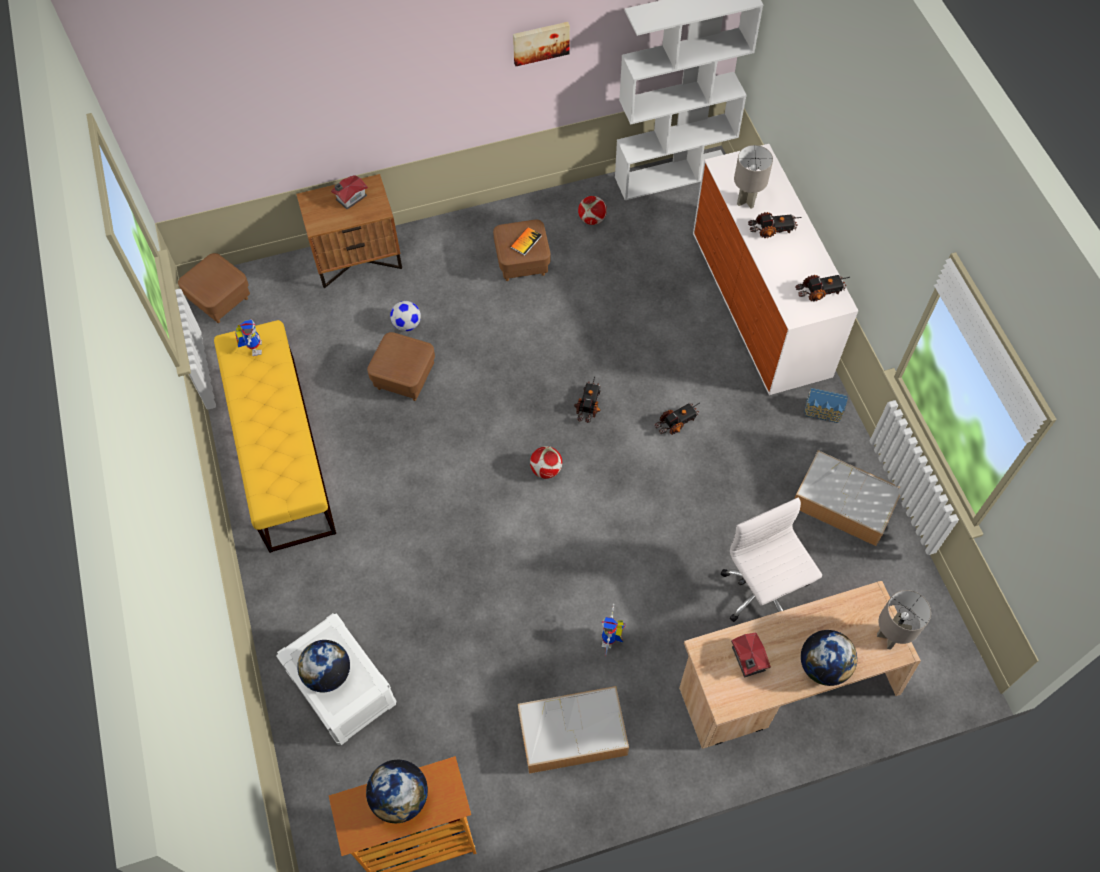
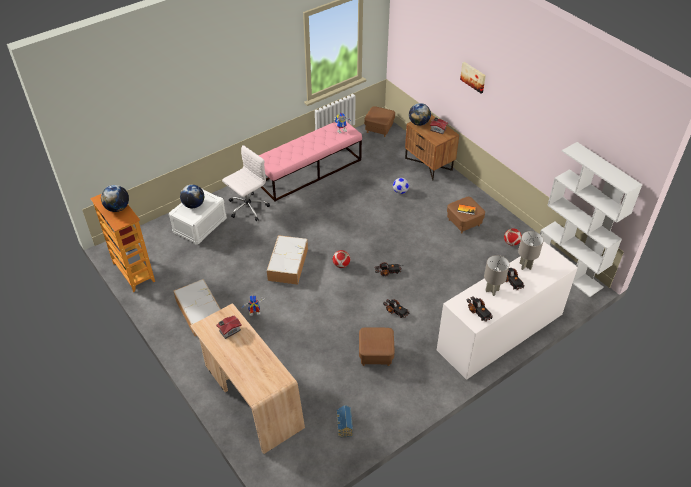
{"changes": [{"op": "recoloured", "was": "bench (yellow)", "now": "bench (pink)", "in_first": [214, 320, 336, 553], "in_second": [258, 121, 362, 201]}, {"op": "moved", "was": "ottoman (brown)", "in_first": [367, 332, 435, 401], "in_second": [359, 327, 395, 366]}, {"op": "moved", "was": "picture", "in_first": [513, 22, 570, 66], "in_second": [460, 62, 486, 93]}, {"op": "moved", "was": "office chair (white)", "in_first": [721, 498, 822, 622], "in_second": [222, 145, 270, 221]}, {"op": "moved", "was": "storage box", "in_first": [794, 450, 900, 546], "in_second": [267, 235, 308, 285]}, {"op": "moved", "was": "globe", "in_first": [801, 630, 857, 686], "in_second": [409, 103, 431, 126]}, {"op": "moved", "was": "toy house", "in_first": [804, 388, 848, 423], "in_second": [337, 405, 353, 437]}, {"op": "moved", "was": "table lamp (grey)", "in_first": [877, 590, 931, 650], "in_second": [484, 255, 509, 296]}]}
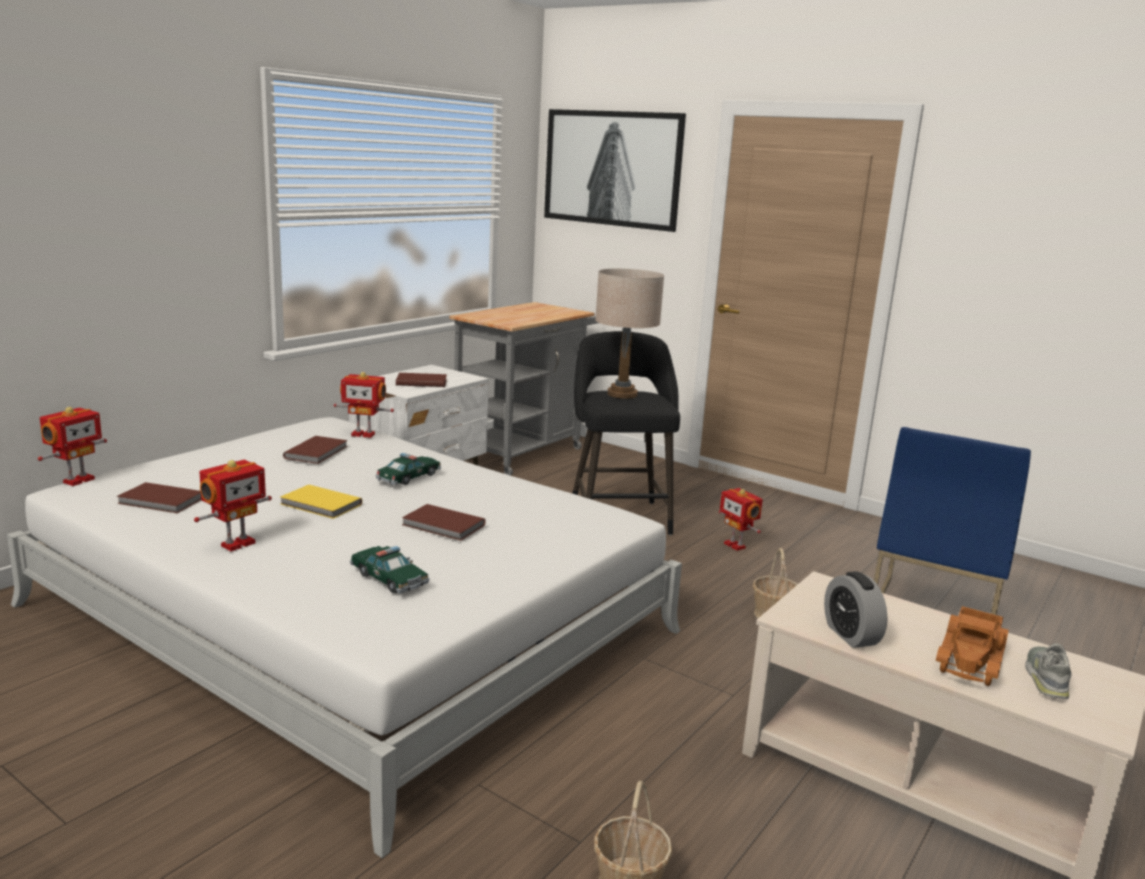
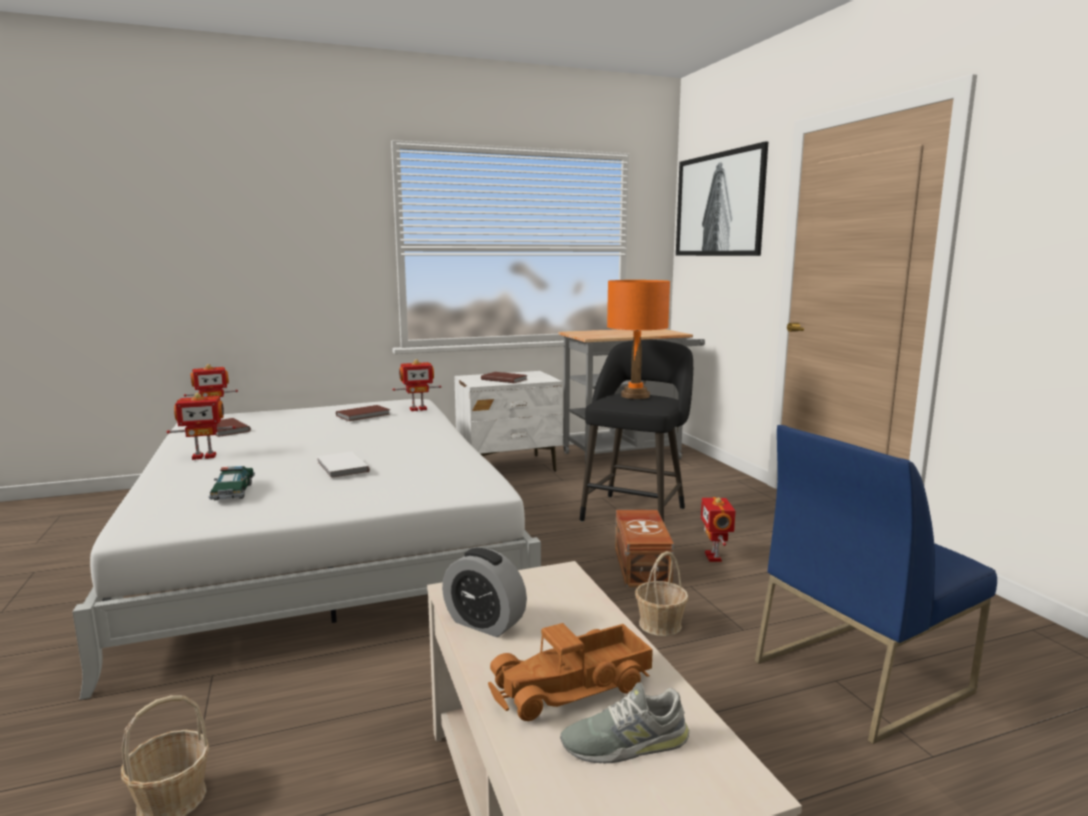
{"changes": [{"op": "removed", "was": "book (yellow)", "in_first": [280, 485, 362, 519]}, {"op": "turned", "was": "toy robot", "in_first": [334, 372, 394, 438], "in_second": [392, 359, 441, 411], "clockwise": -60}, {"op": "removed", "was": "toy car", "in_first": [376, 453, 441, 485]}, {"op": "recoloured", "was": "book (brown)", "now": "book (white)", "in_first": [402, 504, 486, 541], "in_second": [317, 451, 370, 479]}, {"op": "recoloured", "was": "table lamp (beige)", "now": "table lamp (orange)", "in_first": [595, 269, 664, 399], "in_second": [607, 280, 670, 399]}, {"op": "turned", "was": "alarm clock", "in_first": [824, 571, 888, 648], "in_second": [442, 548, 527, 637], "clockwise": -75}, {"op": "turned", "was": "shoe (grey)", "in_first": [1025, 643, 1072, 699], "in_second": [560, 682, 689, 763], "clockwise": -150}, {"op": "added", "now": "storage box (brown)", "in_second": [615, 510, 674, 587]}]}
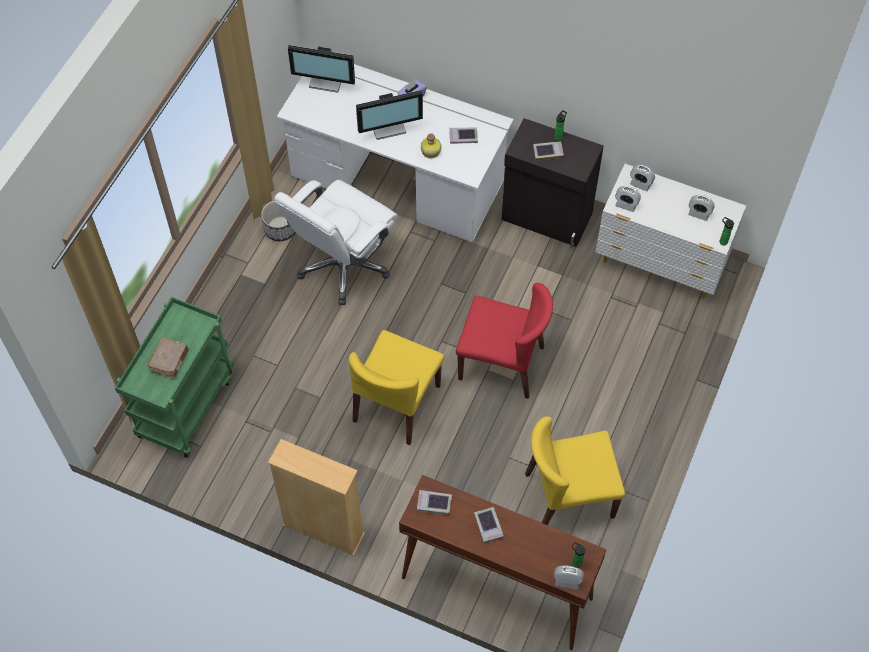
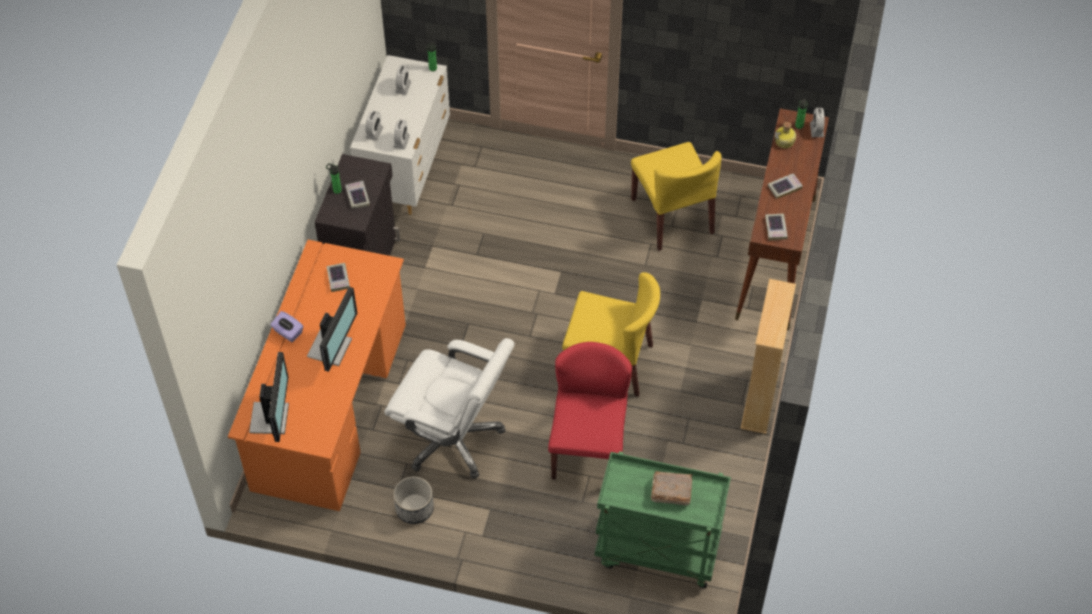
{"changes": [{"op": "recoloured", "was": "desk (white)", "now": "desk (orange)", "in_first": [277, 64, 514, 242], "in_second": [228, 240, 406, 511]}, {"op": "turned", "was": "monitor", "in_first": [356, 90, 423, 140], "in_second": [307, 287, 358, 372], "clockwise": 45}, {"op": "moved", "was": "bottle", "in_first": [421, 133, 441, 158], "in_second": [774, 122, 796, 148]}, {"op": "moved", "was": "chair (red)", "in_first": [456, 283, 553, 399], "in_second": [548, 342, 632, 480]}]}
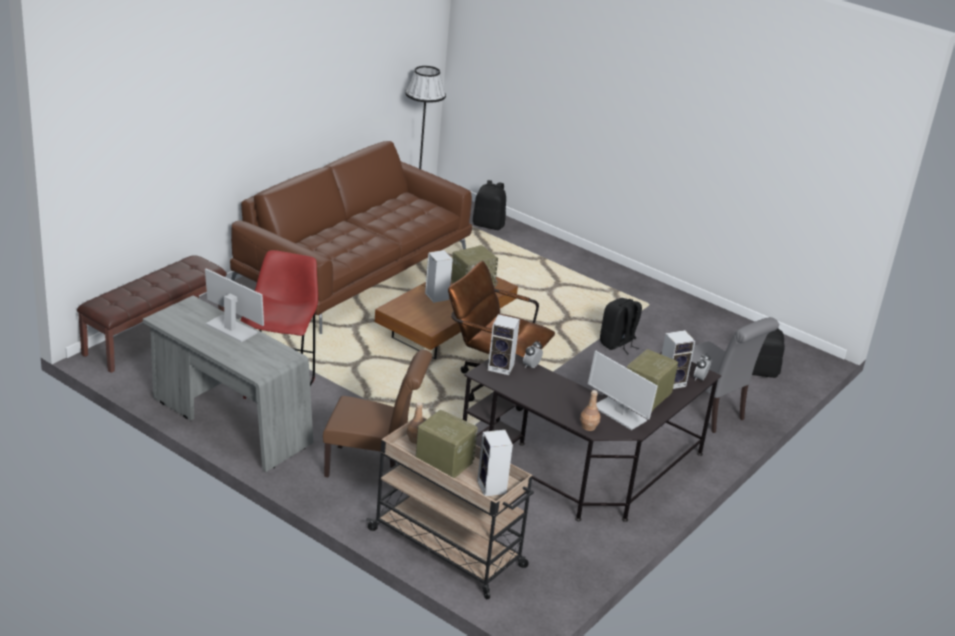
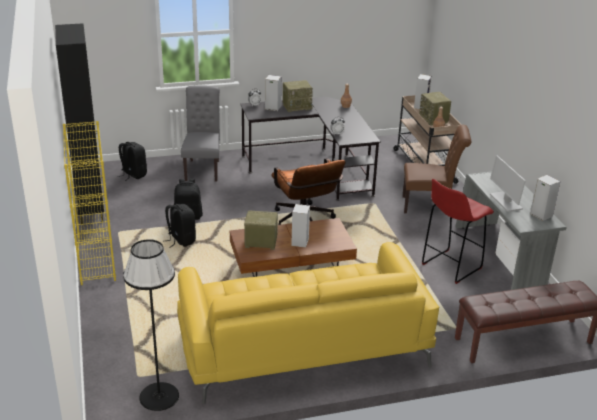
{"changes": [{"op": "recoloured", "was": "sofa (brown)", "now": "sofa (yellow)", "in_first": [230, 141, 472, 334], "in_second": [177, 242, 439, 405]}, {"op": "turned", "was": "chair (brown)", "in_first": [323, 350, 432, 488], "in_second": [403, 125, 471, 213], "clockwise": 135}, {"op": "moved", "was": "backpack (black)", "in_first": [473, 180, 506, 230], "in_second": [163, 204, 196, 248]}, {"op": "moved", "was": "speaker", "in_first": [488, 314, 520, 375], "in_second": [530, 175, 560, 221]}, {"op": "removed", "was": "monitor", "in_first": [588, 351, 658, 430]}, {"op": "added", "now": "cabinet (black)", "in_second": [55, 23, 104, 224]}, {"op": "added", "now": "bookcase (yellow)", "in_second": [63, 121, 116, 285]}]}
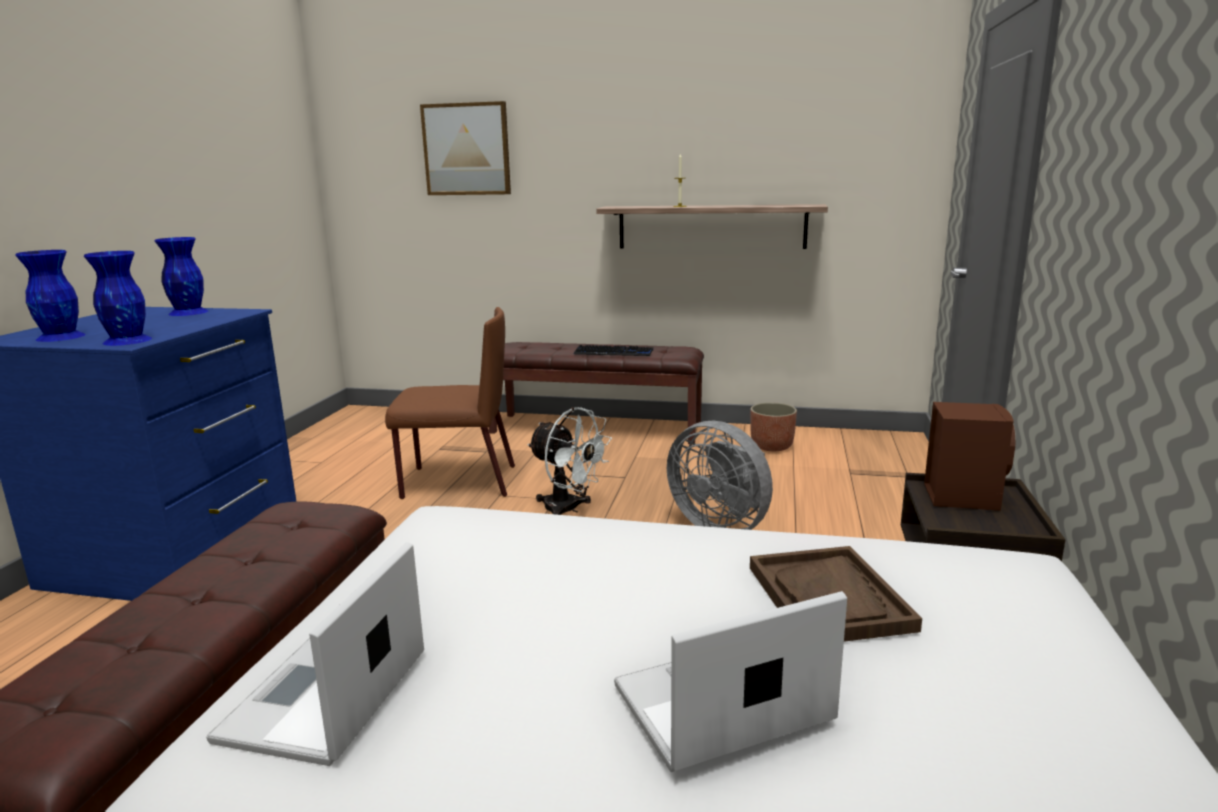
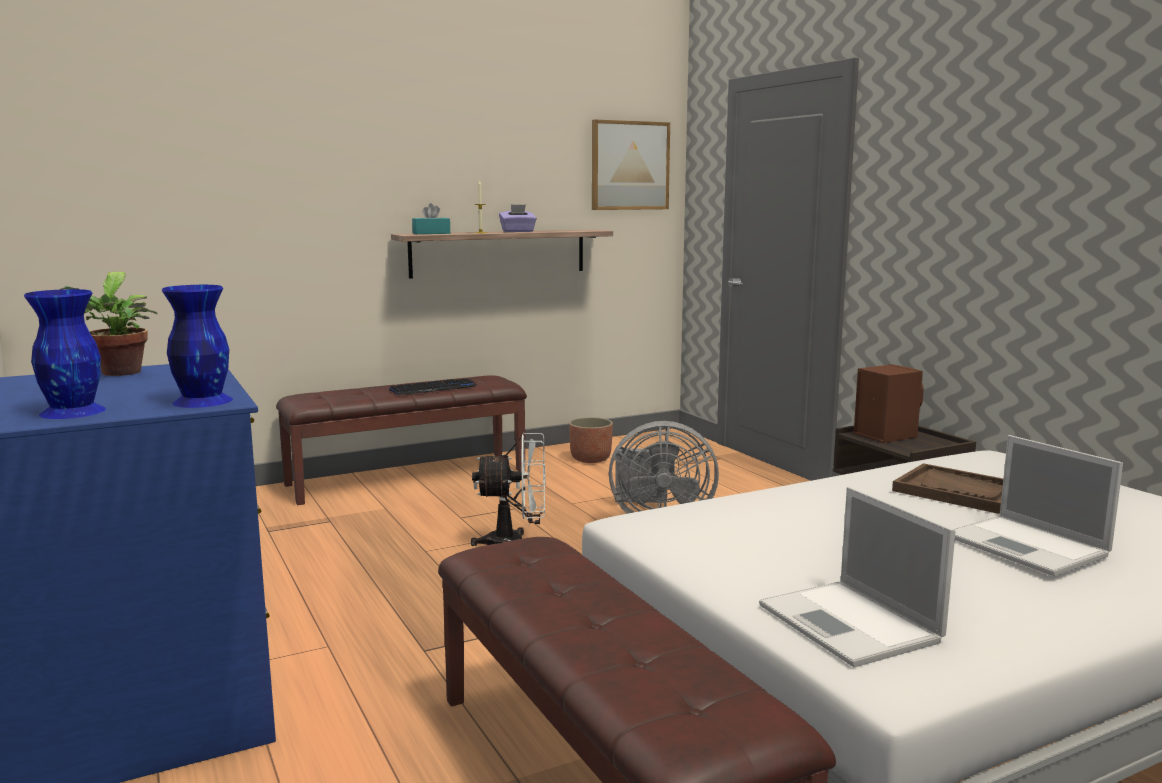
{"changes": [{"op": "replaced", "was": "vase (blue)", "now": "potted plant", "in_first": [155, 237, 208, 316], "in_second": [59, 272, 158, 376]}, {"op": "removed", "was": "chair (brown)", "in_first": [385, 307, 515, 499]}, {"op": "moved", "was": "picture", "in_first": [420, 101, 511, 195], "in_second": [592, 119, 670, 210]}, {"op": "turned", "was": "laptop", "in_first": [614, 591, 847, 772], "in_second": [954, 435, 1123, 576], "clockwise": -60}, {"op": "added", "now": "tissue box (turquoise)", "in_second": [412, 203, 450, 234]}, {"op": "added", "now": "tissue box (purple)", "in_second": [499, 204, 537, 232]}]}
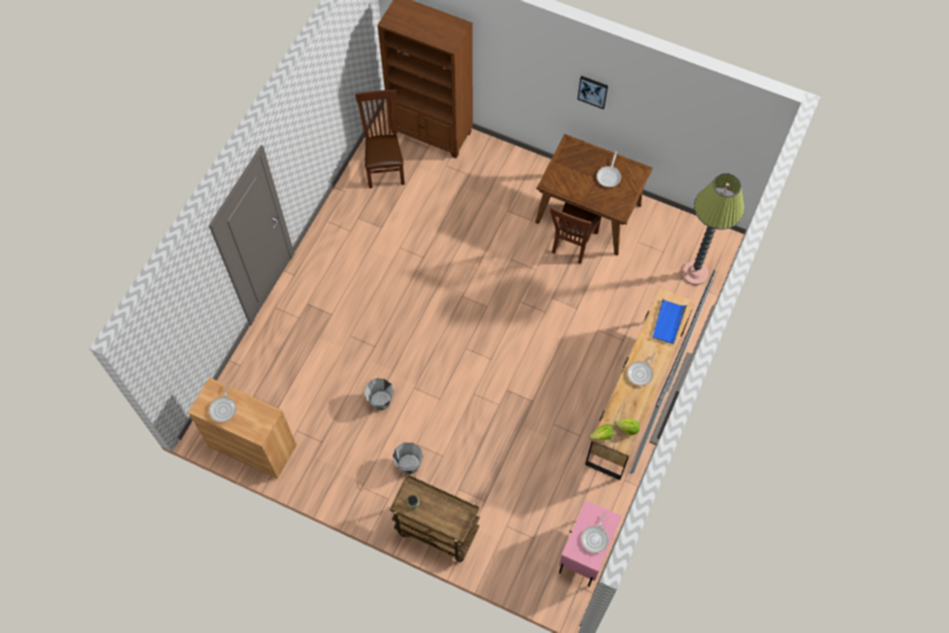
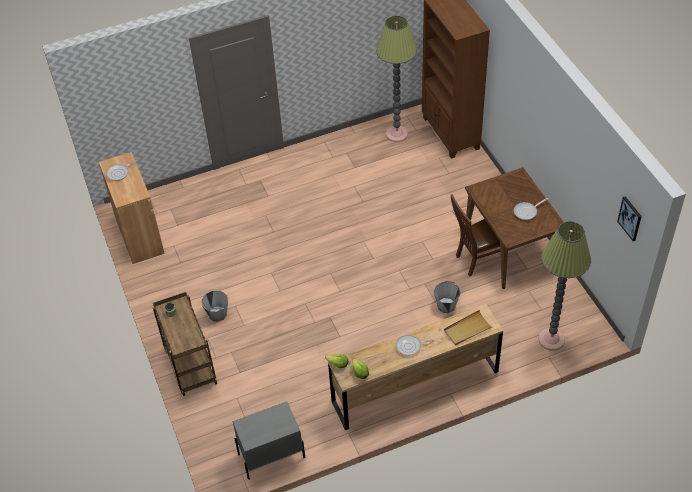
{"changes": [{"op": "replaced", "was": "chair (brown)", "now": "floor lamp", "in_first": [355, 90, 405, 188], "in_second": [376, 16, 417, 142]}, {"op": "moved", "was": "bucket (grey)", "in_first": [364, 378, 394, 410], "in_second": [433, 281, 461, 313]}, {"op": "recoloured", "was": "nightstand (pink)", "now": "nightstand (grey)", "in_first": [559, 500, 622, 587], "in_second": [233, 401, 305, 480]}, {"op": "moved", "was": "picture", "in_first": [577, 76, 608, 109], "in_second": [617, 196, 642, 241]}, {"op": "removed", "was": "frying pan", "in_first": [581, 513, 609, 553]}, {"op": "recoloured", "was": "tray (blue)", "now": "tray (beige)", "in_first": [652, 299, 687, 344], "in_second": [444, 310, 492, 345]}]}
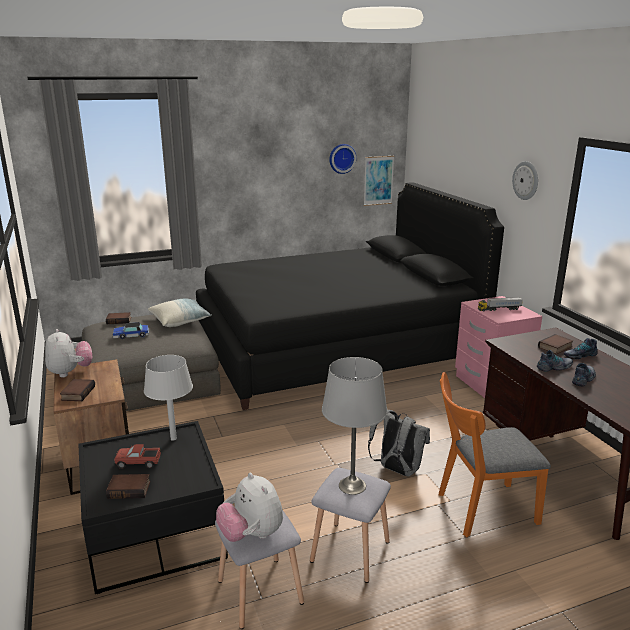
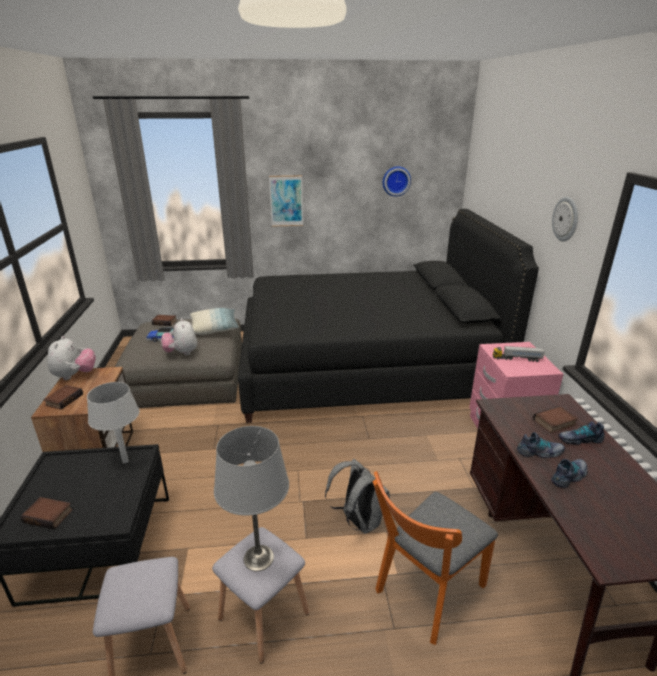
{"changes": [{"op": "removed", "was": "toy truck", "in_first": [114, 444, 161, 469]}, {"op": "moved", "was": "plush toy", "in_first": [216, 473, 283, 542], "in_second": [161, 318, 197, 355]}, {"op": "moved", "was": "picture", "in_first": [364, 156, 394, 206], "in_second": [269, 175, 303, 227]}, {"op": "turned", "was": "chair (orange)", "in_first": [439, 372, 551, 537], "in_second": [373, 471, 498, 645], "clockwise": -45}]}
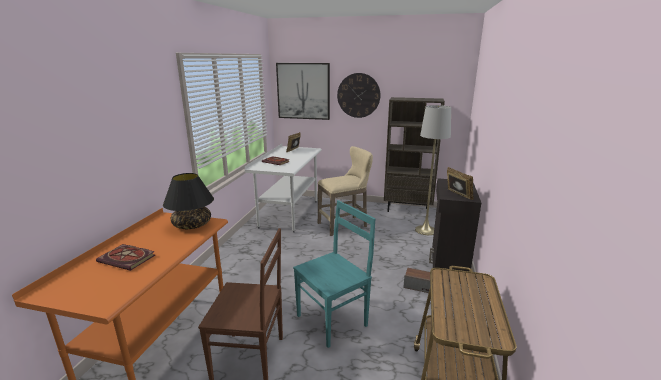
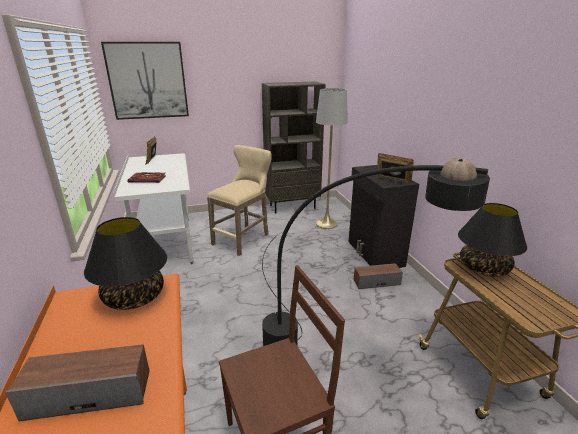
{"changes": [{"op": "replaced", "was": "book", "now": "speaker", "in_first": [96, 244, 155, 271], "in_second": [5, 344, 150, 421]}, {"op": "replaced", "was": "chair (turquoise)", "now": "floor lamp (black)", "in_first": [293, 200, 376, 348], "in_second": [262, 158, 490, 346]}, {"op": "removed", "was": "wall clock", "in_first": [337, 73, 380, 118]}, {"op": "added", "now": "table lamp (black)", "in_second": [458, 203, 527, 277]}]}
